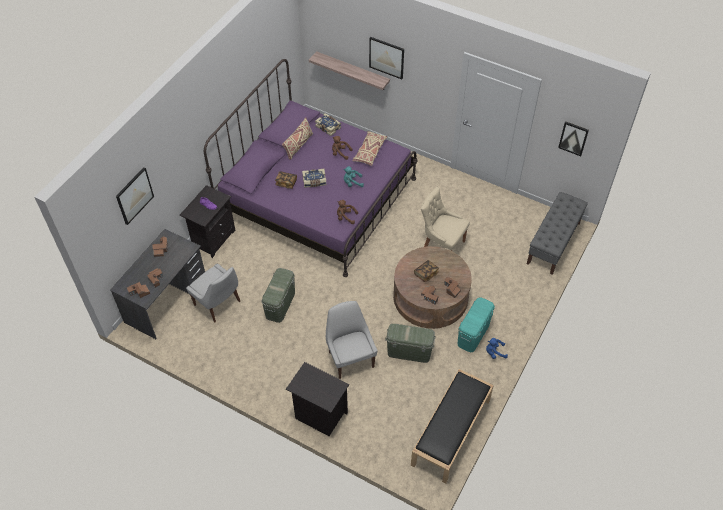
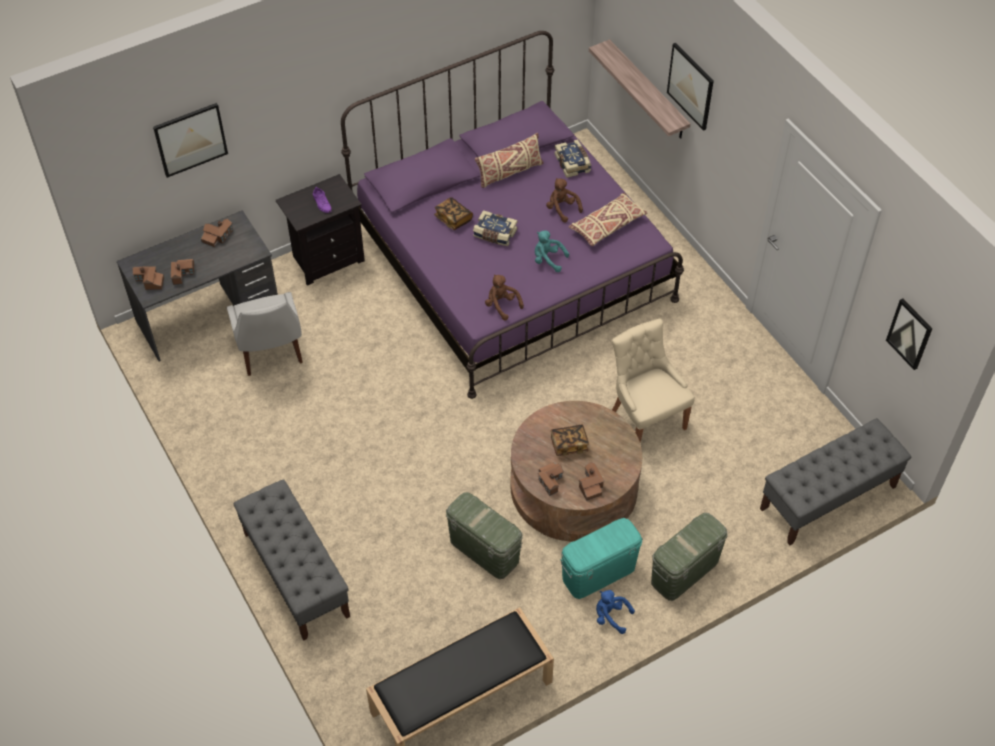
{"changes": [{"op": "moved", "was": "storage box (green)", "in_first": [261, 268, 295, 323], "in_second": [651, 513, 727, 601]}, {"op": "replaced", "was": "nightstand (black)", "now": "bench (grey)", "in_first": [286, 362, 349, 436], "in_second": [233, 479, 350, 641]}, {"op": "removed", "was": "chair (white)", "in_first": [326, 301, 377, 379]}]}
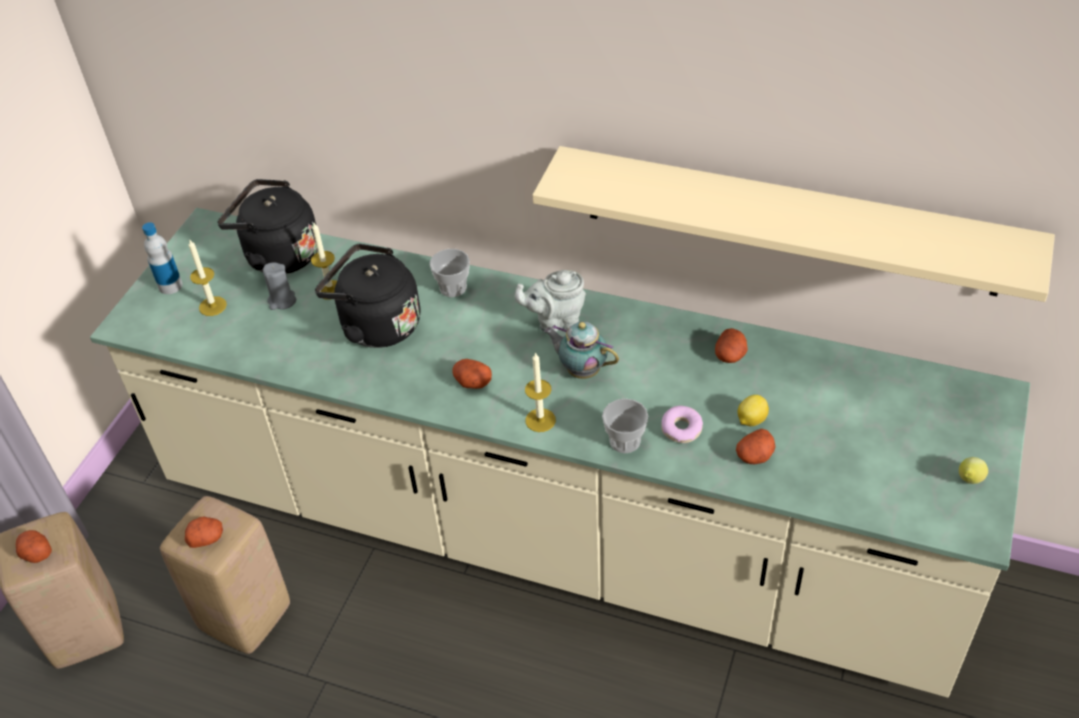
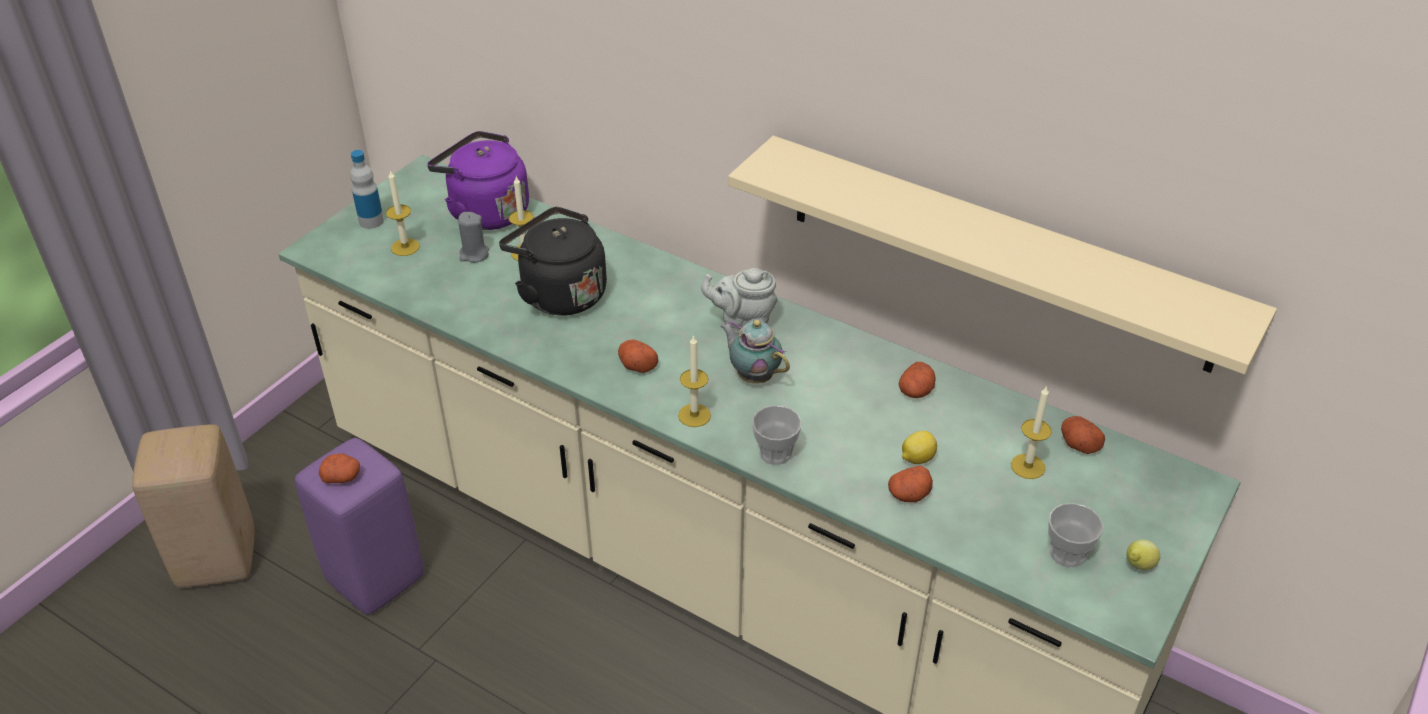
{"changes": [{"op": "moved", "was": "potato", "in_first": [16, 530, 52, 563], "in_second": [1061, 416, 1105, 454]}, {"op": "recoloured", "was": "stool (beige)", "now": "stool (purple)", "in_first": [160, 496, 290, 654], "in_second": [295, 438, 424, 615]}, {"op": "recoloured", "was": "kettle (black)", "now": "kettle (purple)", "in_first": [217, 179, 318, 274], "in_second": [427, 131, 529, 230]}, {"op": "moved", "was": "cup", "in_first": [430, 249, 470, 297], "in_second": [1048, 503, 1103, 567]}, {"op": "removed", "was": "donut", "in_first": [661, 406, 703, 443]}, {"op": "added", "now": "candle", "in_second": [1011, 385, 1052, 479]}]}
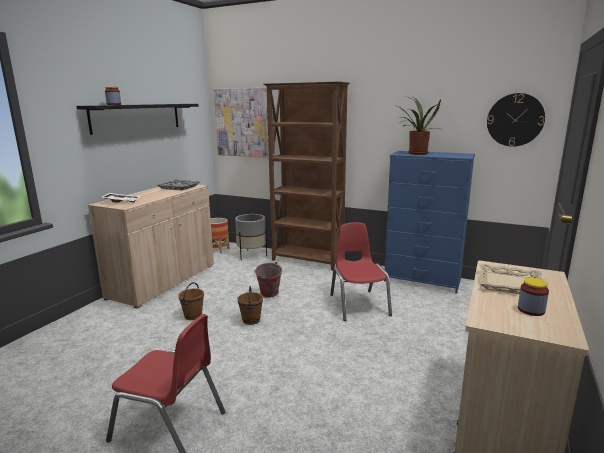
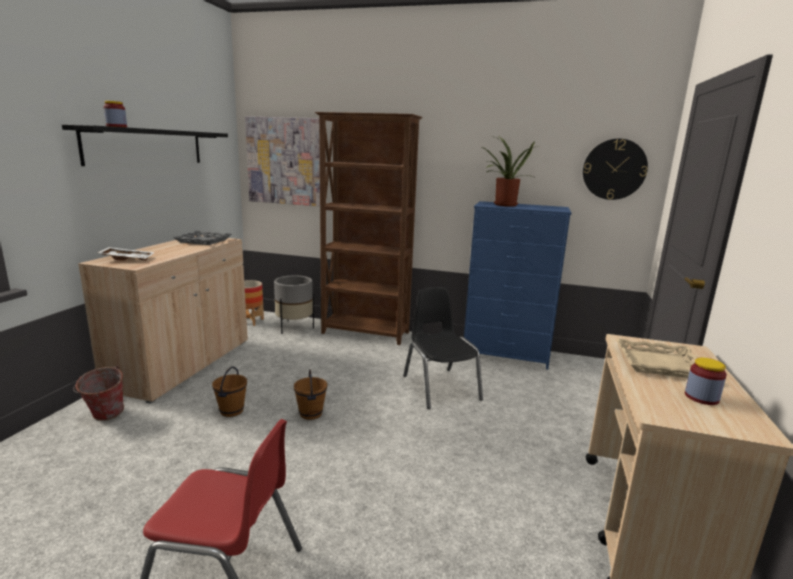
{"changes": [{"op": "moved", "was": "bucket", "in_first": [254, 262, 282, 298], "in_second": [73, 366, 124, 421]}, {"op": "recoloured", "was": "chair (red)", "now": "chair (black)", "in_first": [330, 222, 392, 321], "in_second": [403, 287, 483, 409]}]}
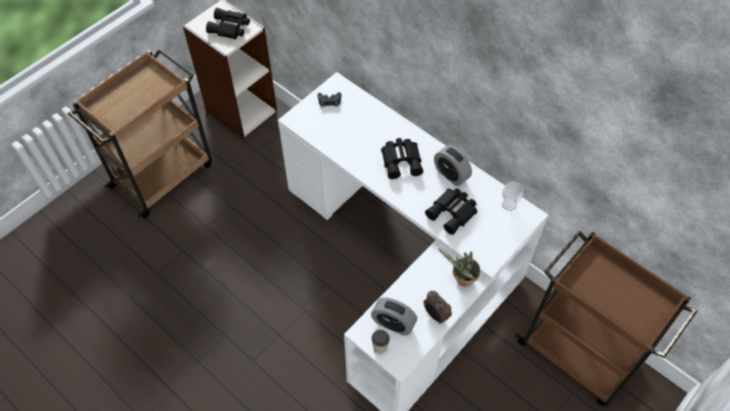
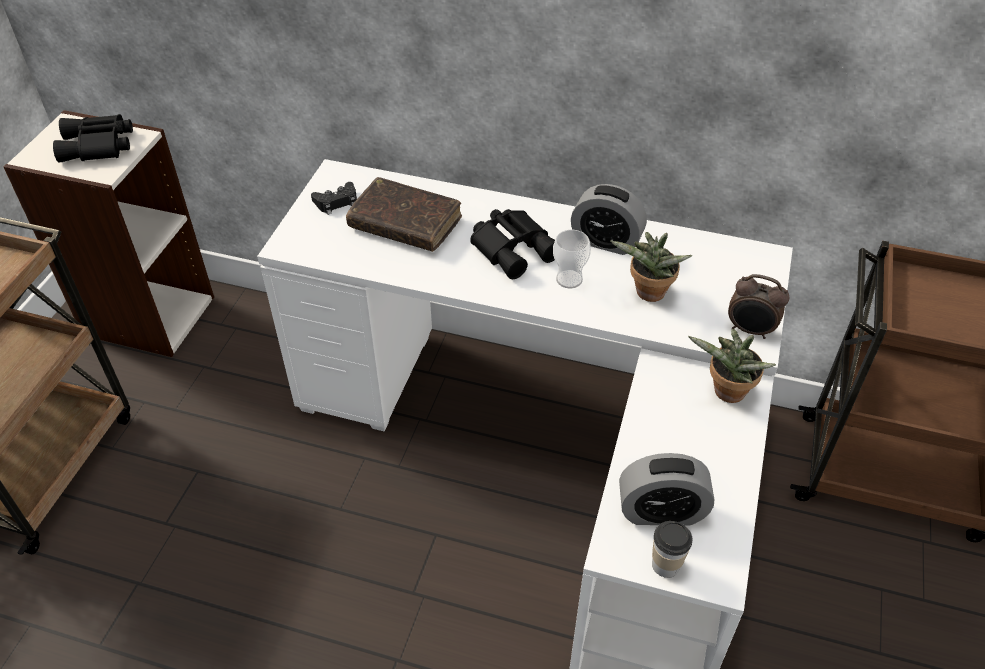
{"changes": [{"op": "moved", "was": "alarm clock", "in_first": [423, 291, 452, 324], "in_second": [728, 274, 790, 339]}, {"op": "replaced", "was": "binoculars (black)", "now": "potted plant", "in_first": [425, 188, 477, 235], "in_second": [610, 232, 692, 302]}, {"op": "moved", "was": "cup", "in_first": [502, 181, 523, 211], "in_second": [553, 230, 591, 288]}, {"op": "added", "now": "book (brown)", "in_second": [346, 177, 462, 252]}]}
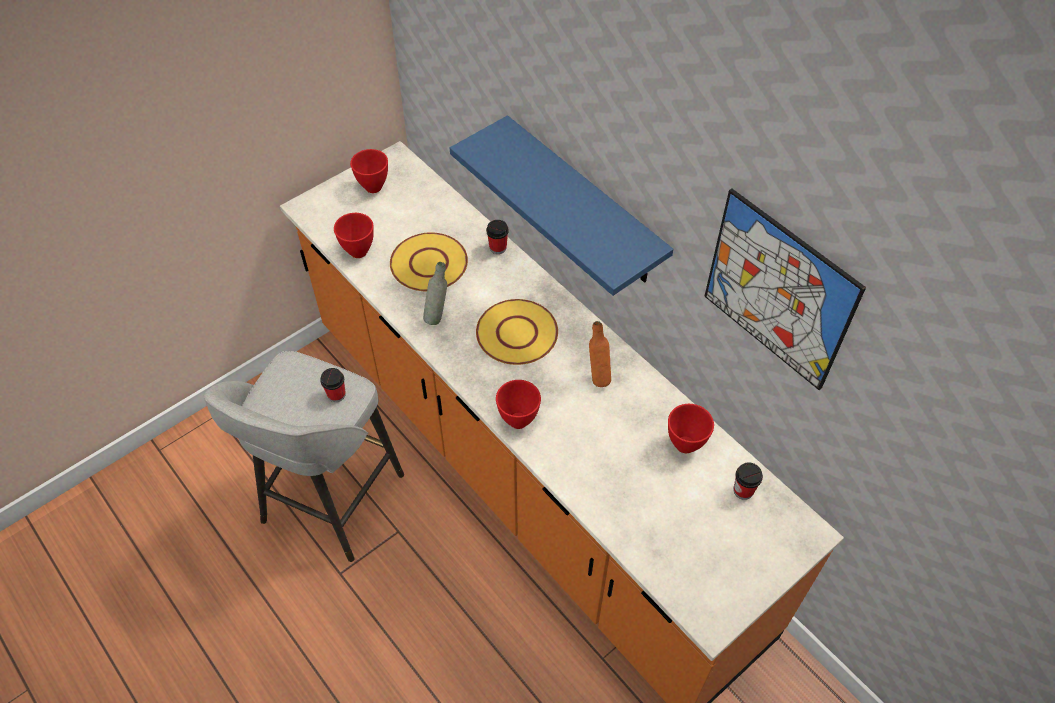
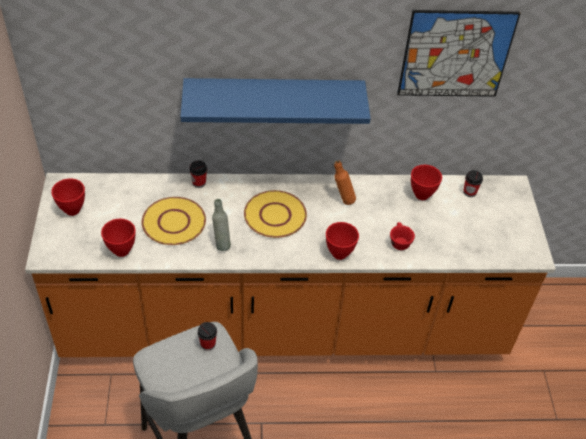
{"changes": [{"op": "added", "now": "cup (red)", "in_second": [390, 222, 415, 250]}]}
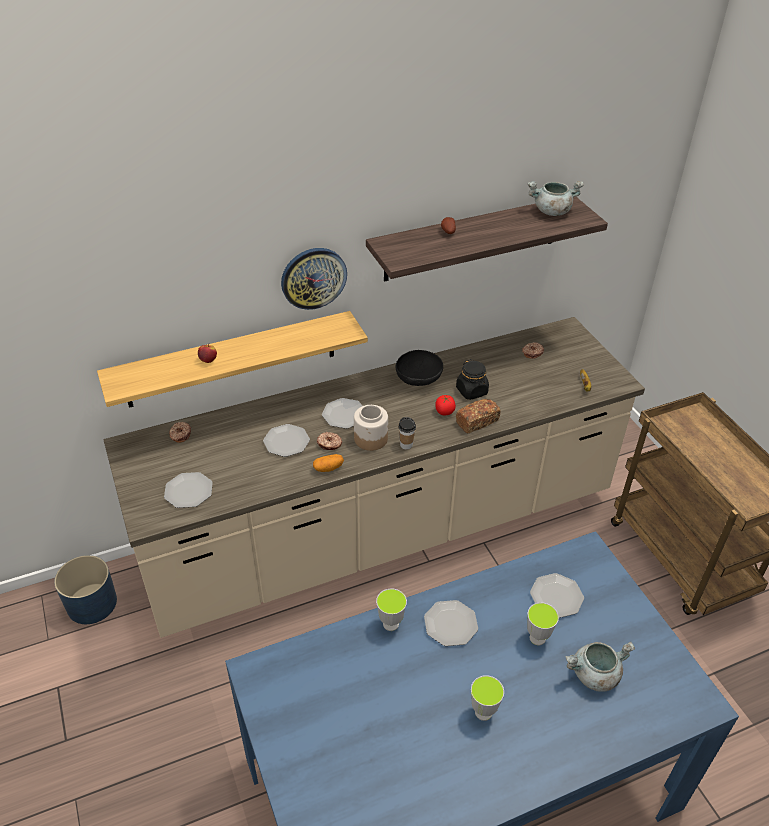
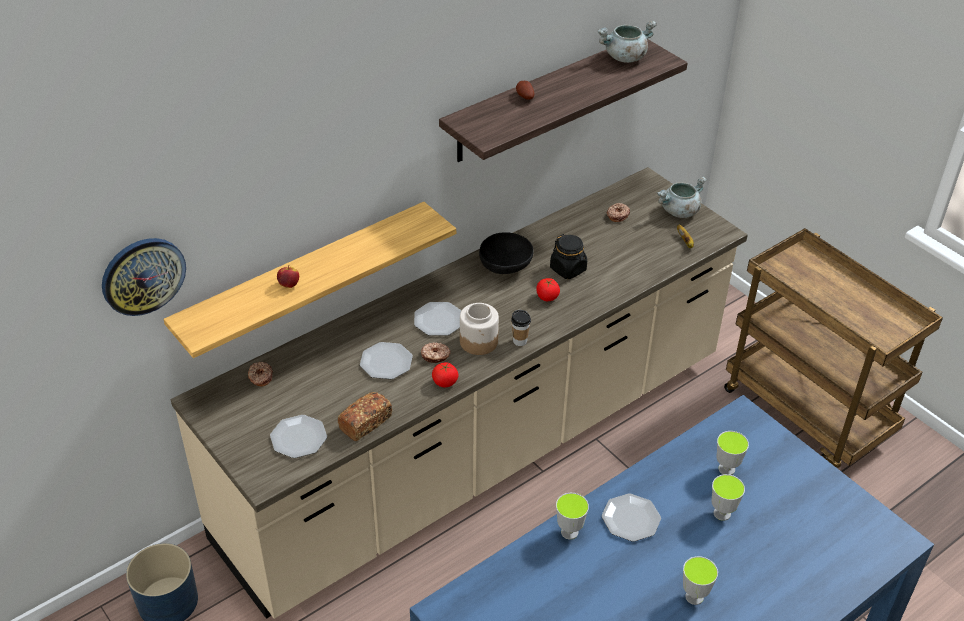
{"changes": [{"op": "moved", "was": "wall clock", "in_first": [281, 248, 347, 310], "in_second": [102, 238, 186, 316]}, {"op": "replaced", "was": "potato", "now": "tomato", "in_first": [313, 454, 344, 472], "in_second": [432, 362, 458, 388]}, {"op": "moved", "was": "bread", "in_first": [456, 399, 501, 433], "in_second": [337, 392, 392, 441]}, {"op": "replaced", "was": "plate", "now": "cup", "in_first": [530, 573, 584, 618], "in_second": [717, 431, 749, 475]}, {"op": "moved", "was": "cooking pot (grey)", "in_first": [565, 642, 635, 692], "in_second": [657, 176, 707, 218]}]}
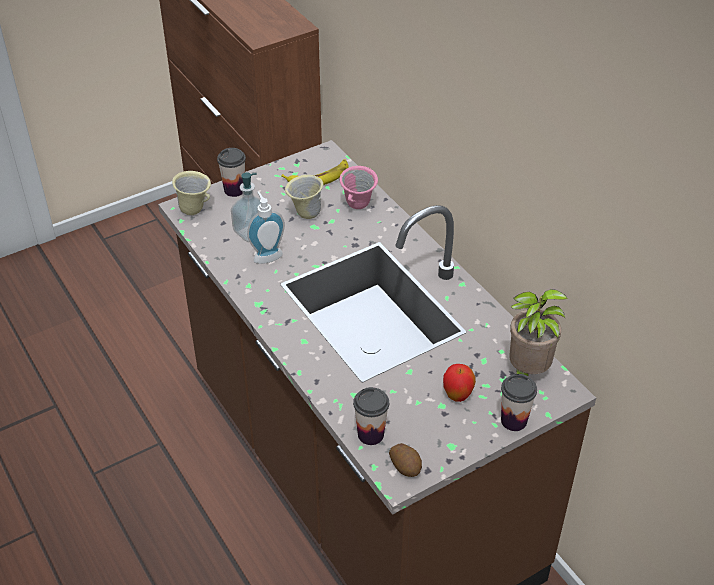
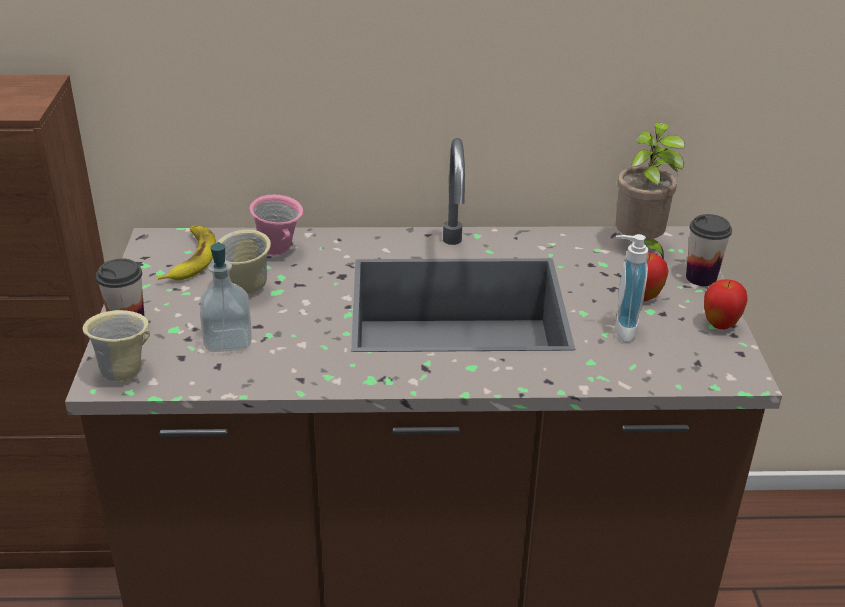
{"changes": [{"op": "moved", "was": "soap dispenser", "in_first": [247, 191, 285, 264], "in_second": [615, 234, 649, 342]}, {"op": "removed", "was": "cup", "in_first": [353, 387, 389, 445]}, {"op": "removed", "was": "potato", "in_first": [389, 443, 422, 477]}, {"op": "added", "now": "apple", "in_second": [704, 279, 748, 330]}]}
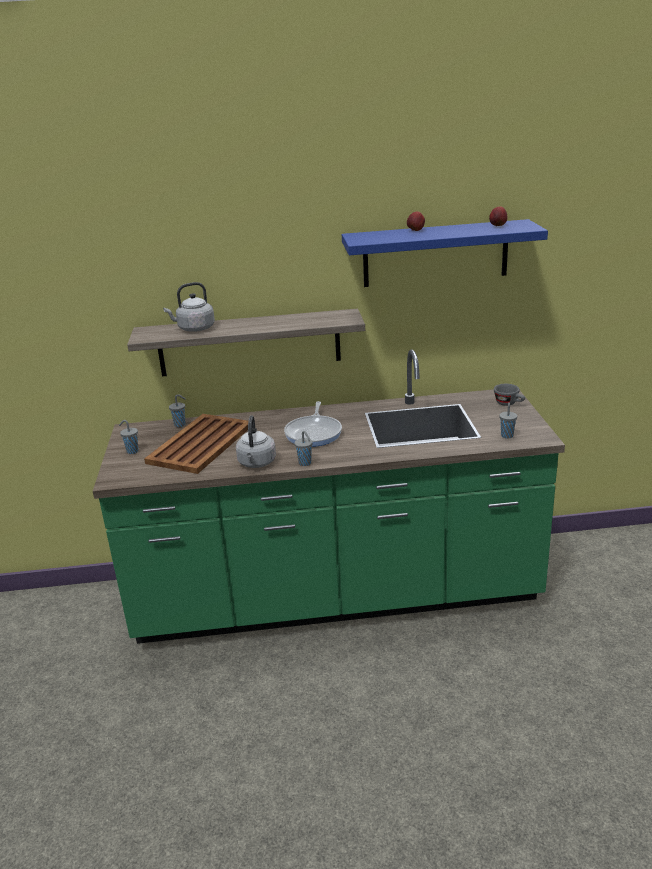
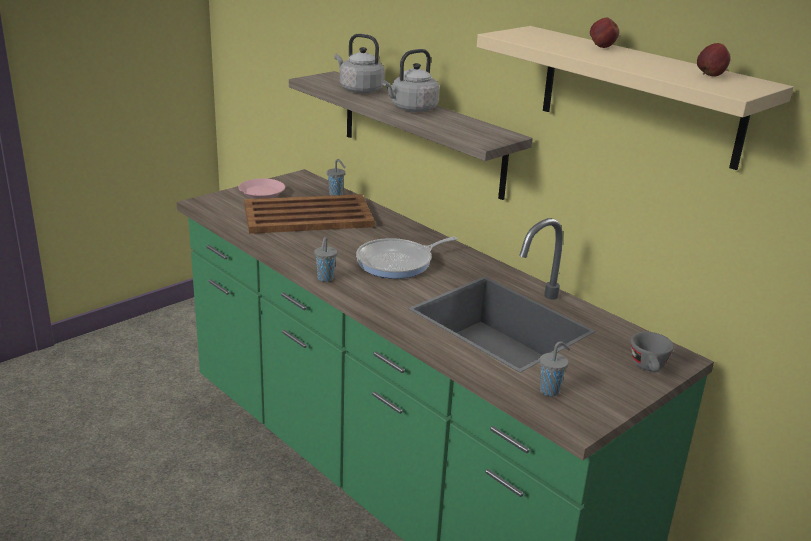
{"changes": [{"op": "replaced", "was": "cup (grey)", "now": "plate (pink)", "in_first": [119, 420, 139, 454], "in_second": [239, 178, 285, 199]}, {"op": "moved", "was": "kettle (grey)", "in_first": [236, 415, 276, 468], "in_second": [382, 49, 440, 112]}, {"op": "recoloured", "was": "shelf (blue)", "now": "shelf (beige)", "in_first": [342, 219, 548, 287], "in_second": [477, 26, 793, 170]}]}
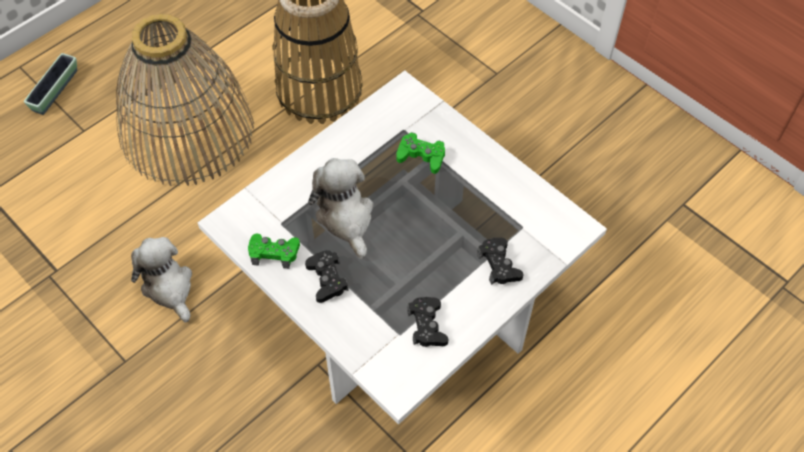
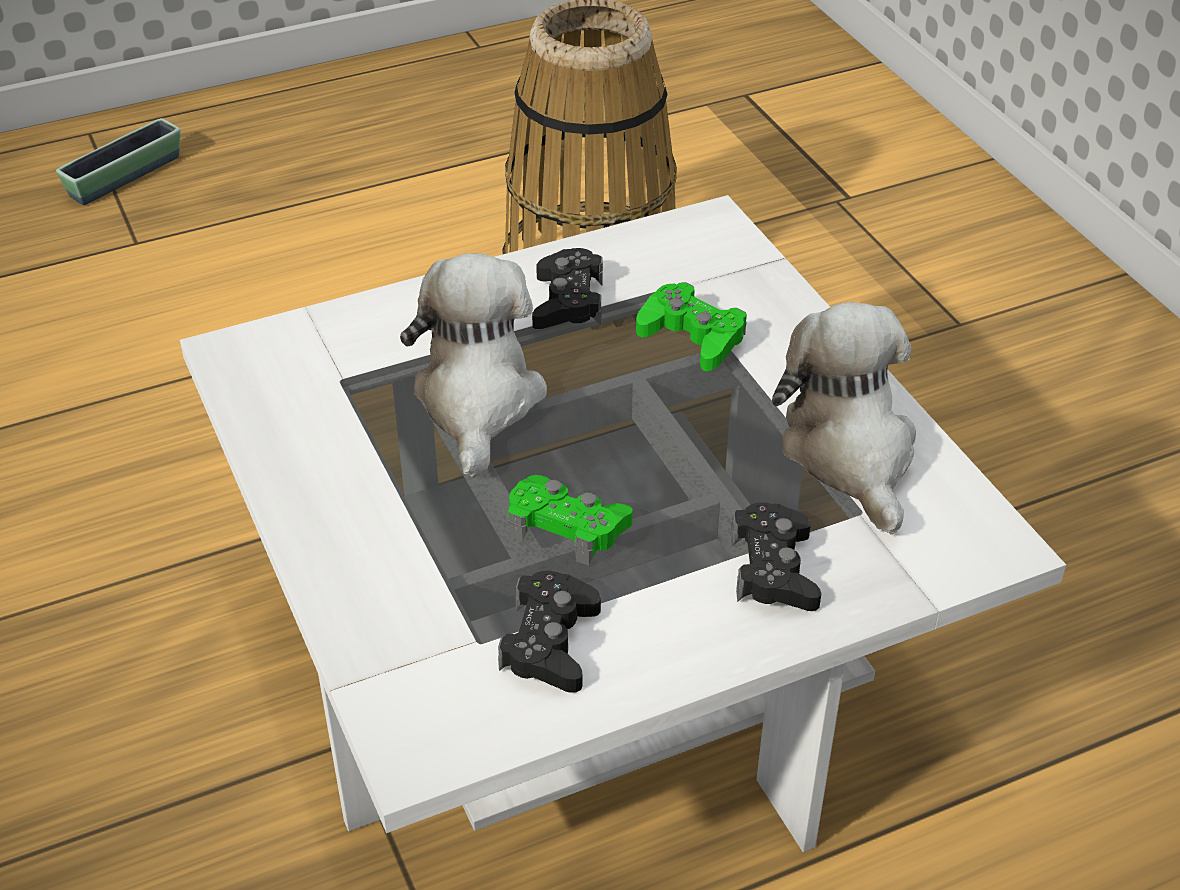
{"changes": [{"op": "removed", "was": "basket", "in_first": [116, 14, 254, 186]}, {"op": "moved", "was": "plush toy", "in_first": [131, 237, 192, 323], "in_second": [772, 302, 916, 534]}, {"op": "moved", "was": "game controller (green)", "in_first": [248, 234, 300, 269], "in_second": [508, 475, 632, 566]}, {"op": "moved", "was": "game controller (black)", "in_first": [305, 250, 349, 303], "in_second": [532, 248, 603, 329]}]}
